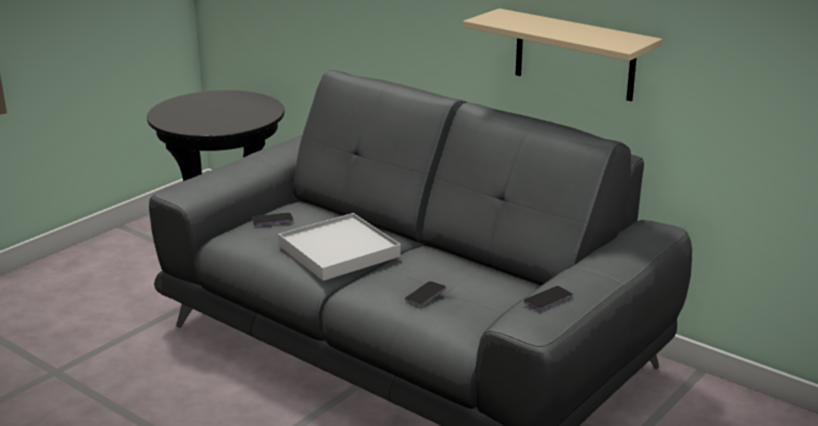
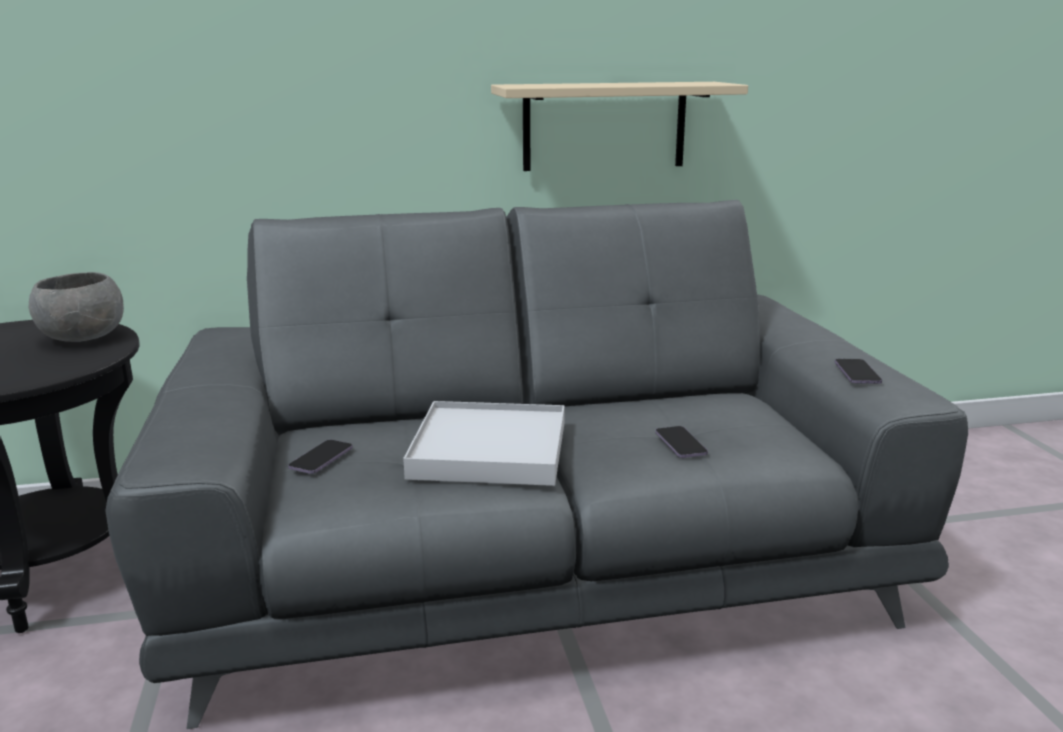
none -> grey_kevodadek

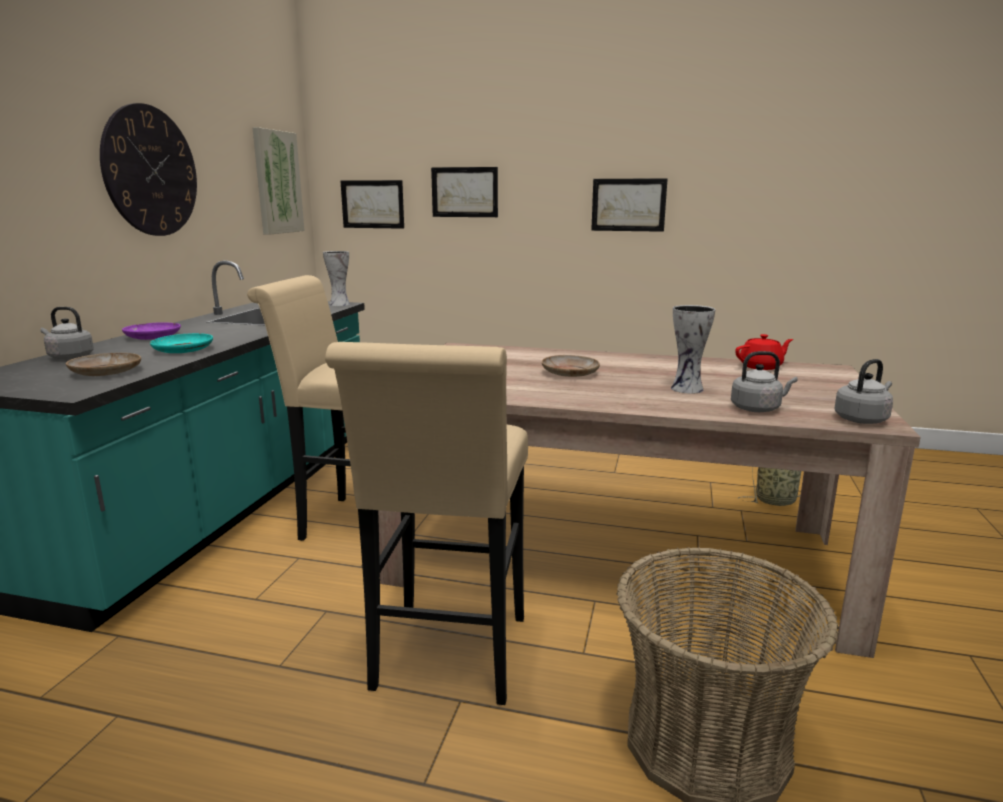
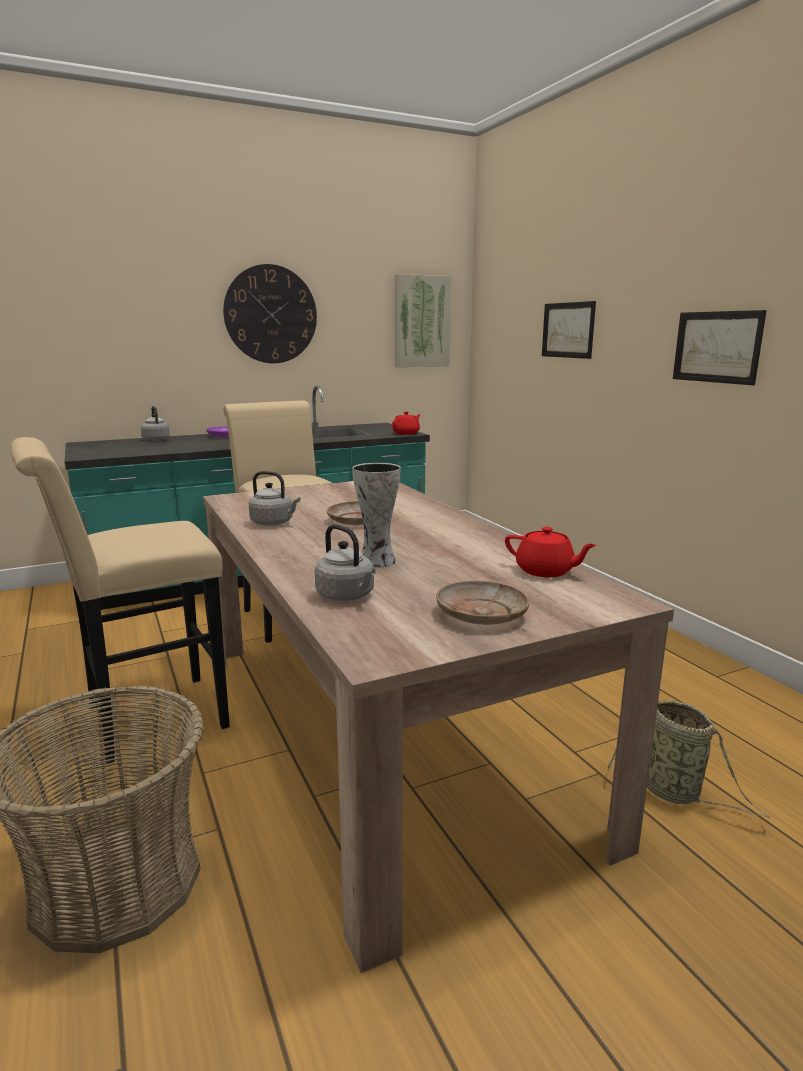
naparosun (2nd from left) -> none
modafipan (1st from left) -> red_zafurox (1st from left)
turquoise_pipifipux -> none
beige_pipifipux (1st from left in the first image) -> beige_pipifipux (2nd from left), moved
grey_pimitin (3rd from left in the first image) -> grey_pimitin (2nd from left), moved

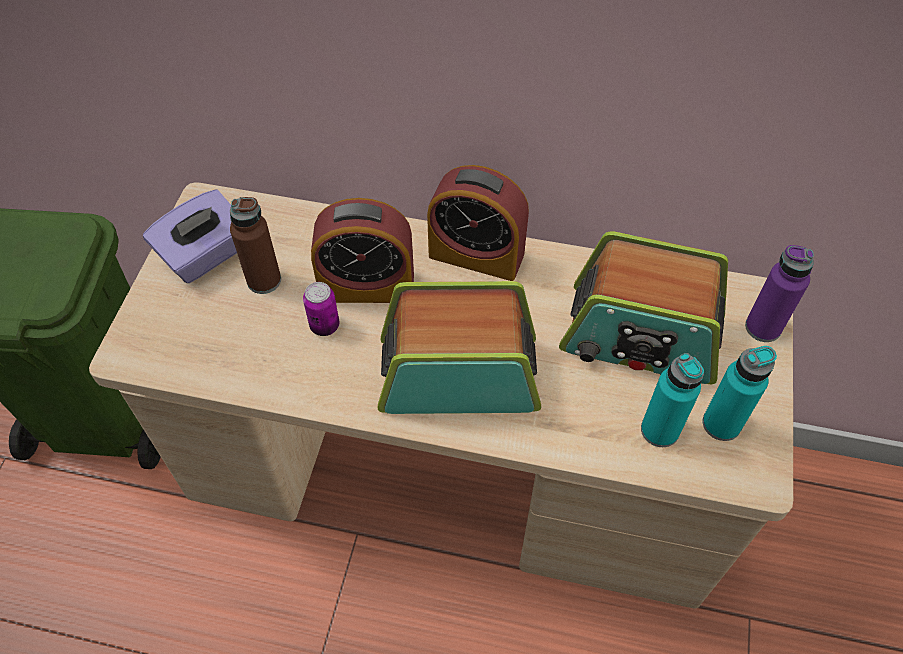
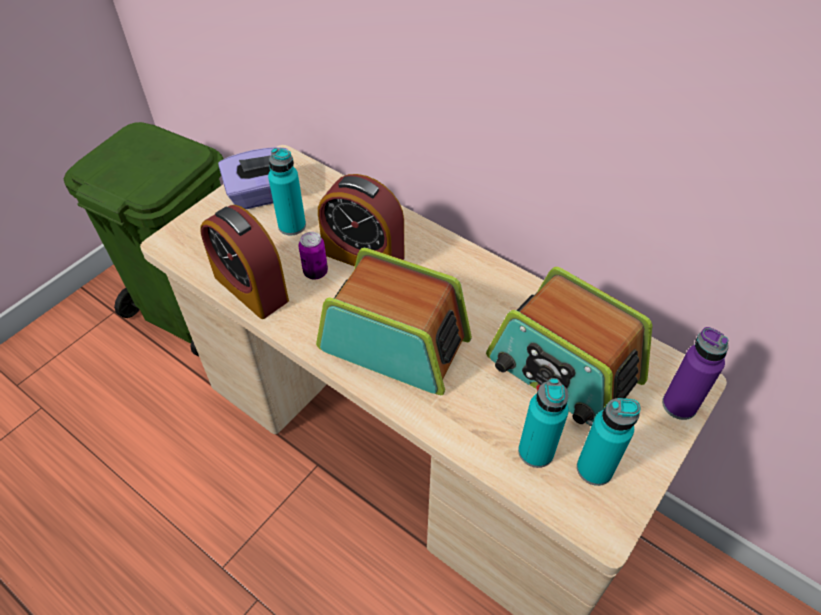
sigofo (2nd from left in the first image) -> sigofo (1st from left), moved
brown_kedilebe -> turquoise_kedilebe (1st from left)

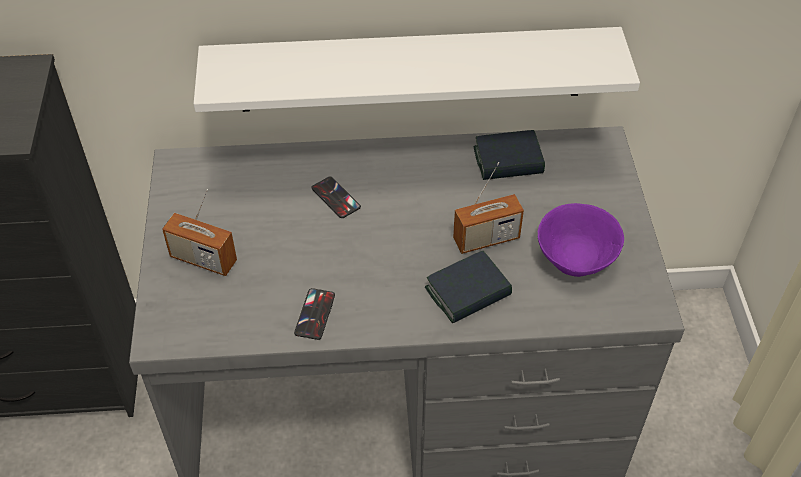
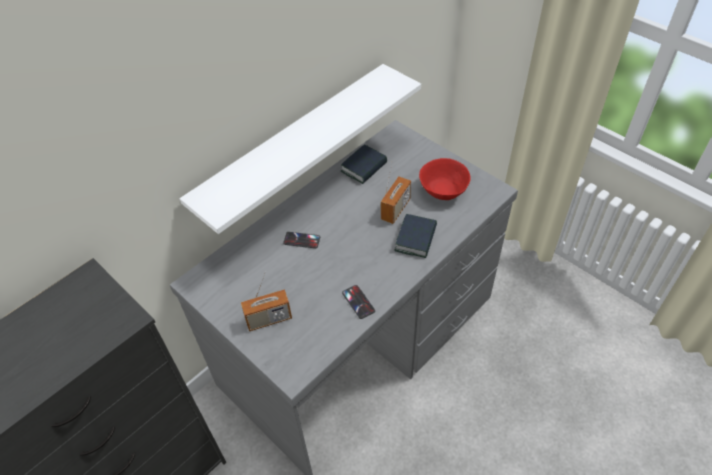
purple_kevodadek -> red_kevodadek

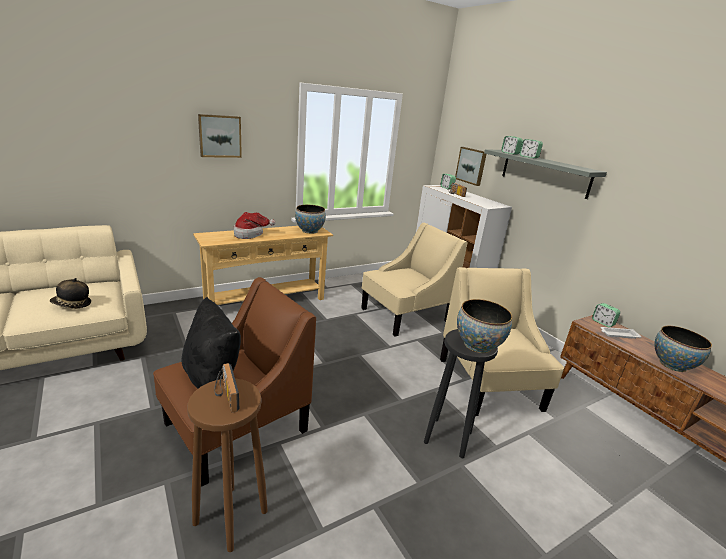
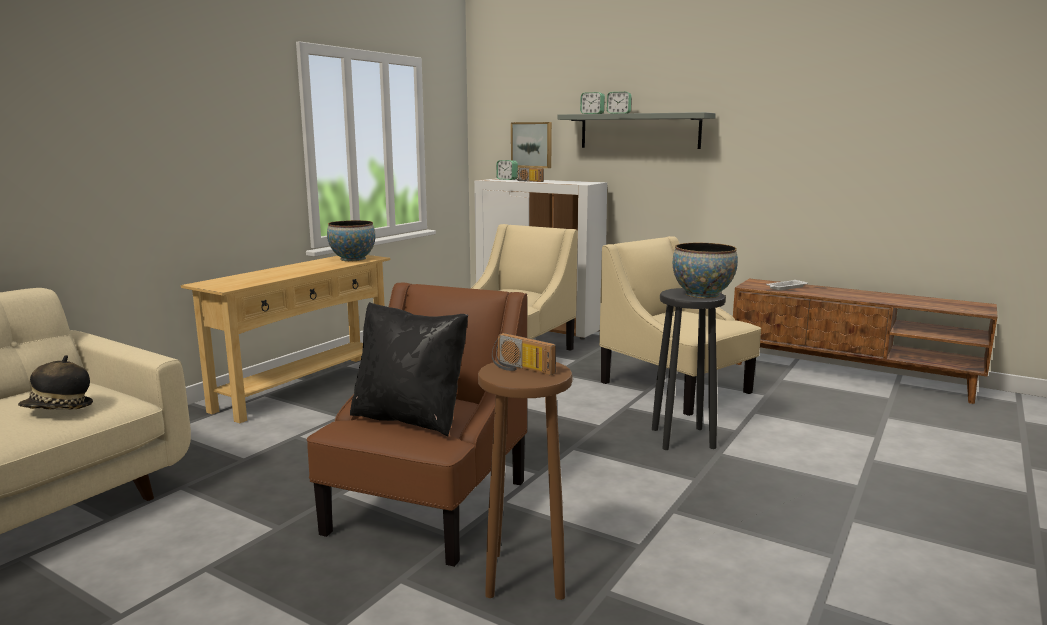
naparosun (1st from left) -> none
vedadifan (2nd from left) -> none
sigofo (4th from left) -> none
kevodadek (3rd from left) -> none

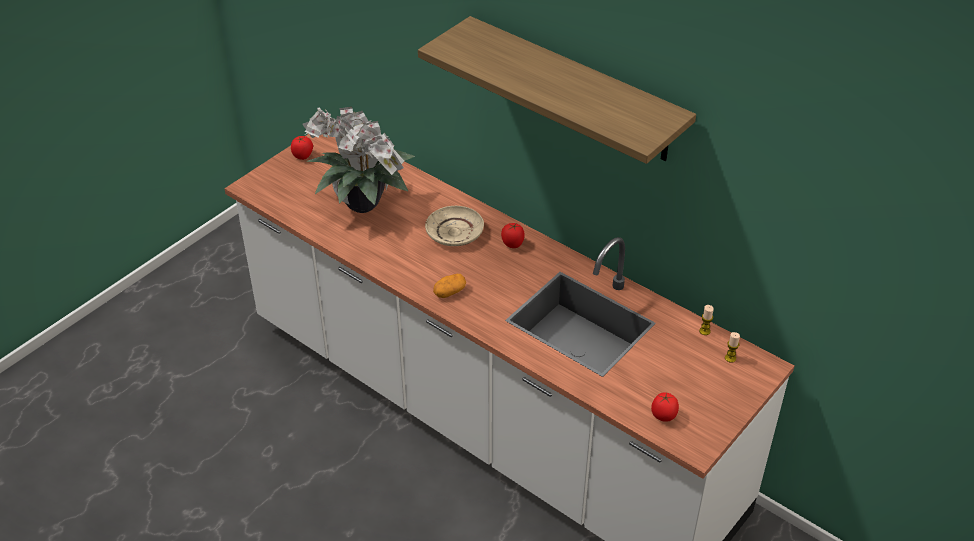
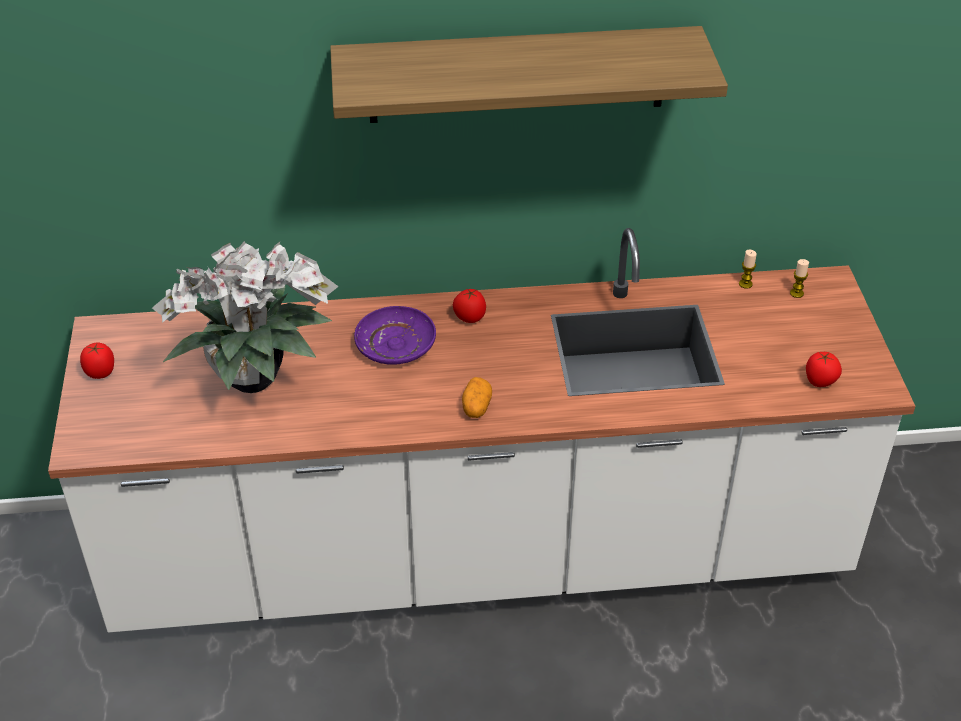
beige_pipifipux -> purple_pipifipux

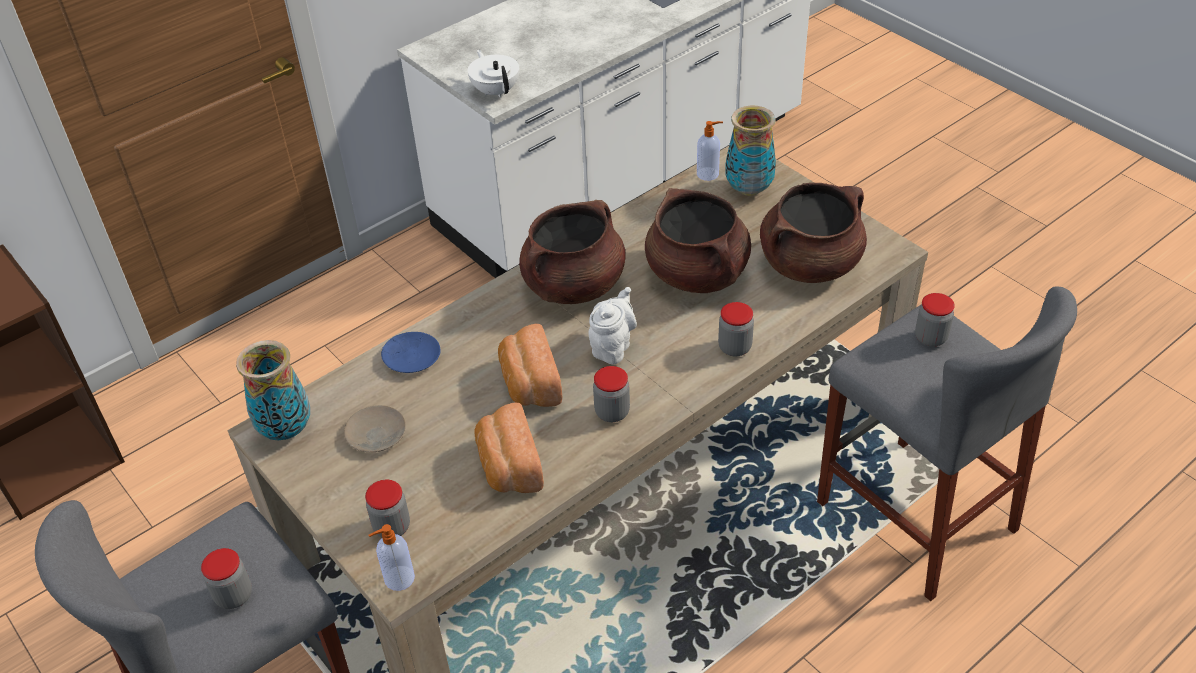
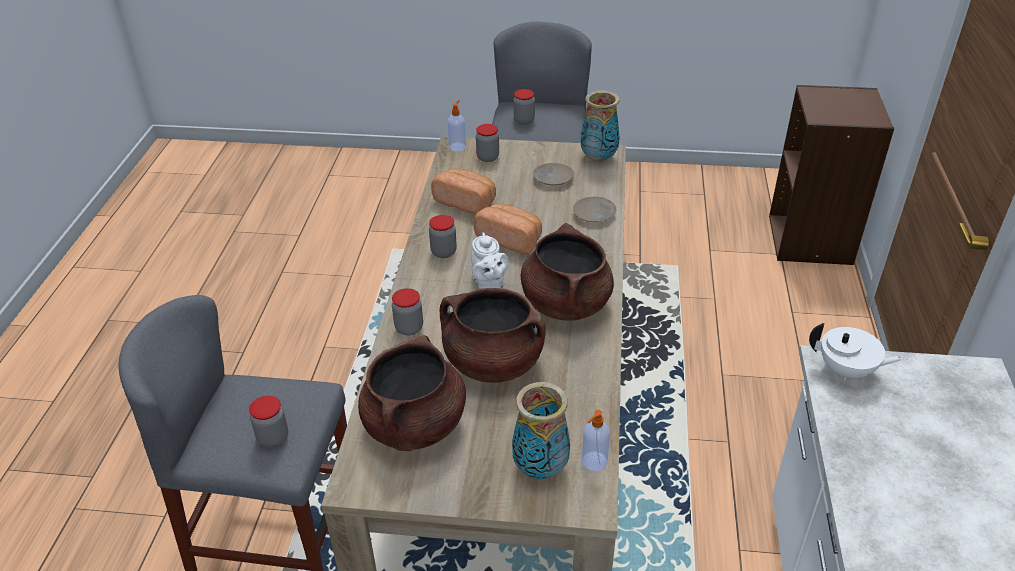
blue_pipifipux -> beige_pipifipux (2nd from left)

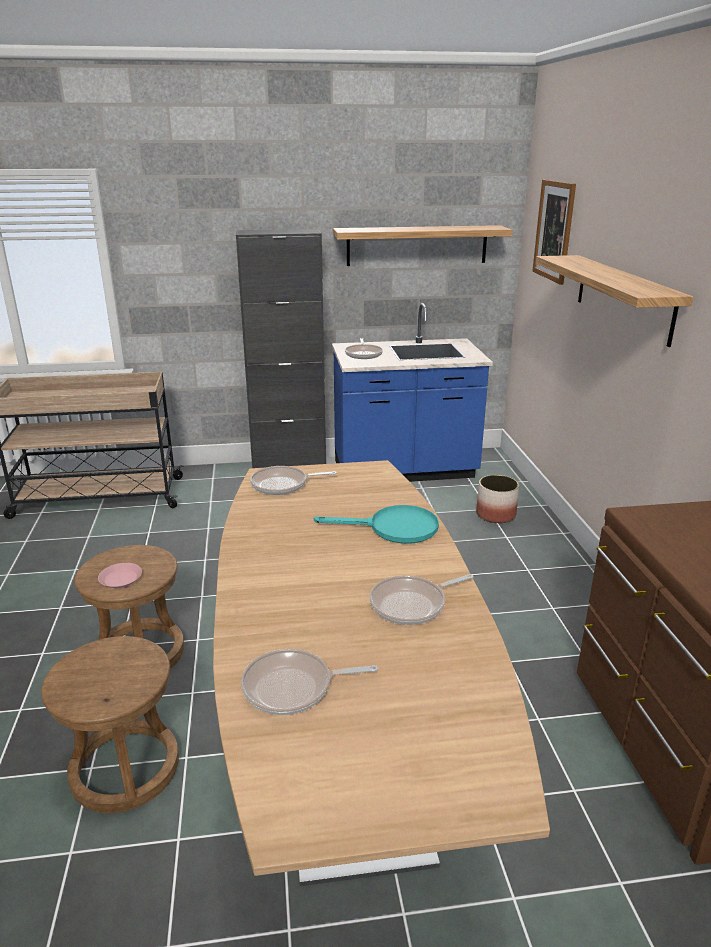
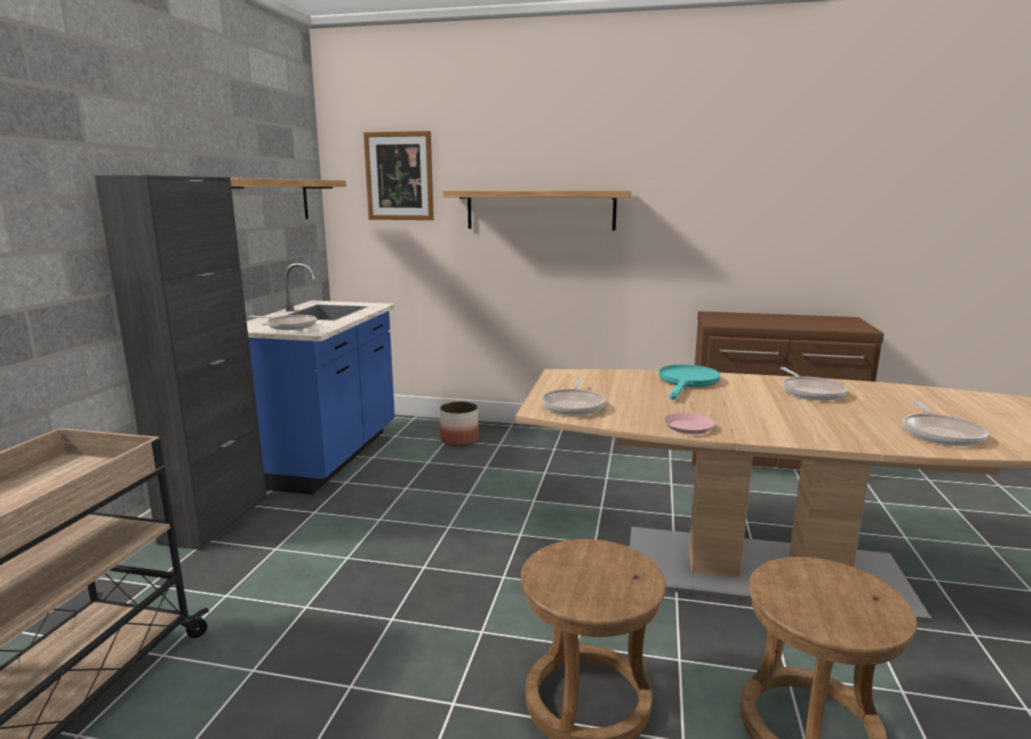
pink_pipifipux, moved

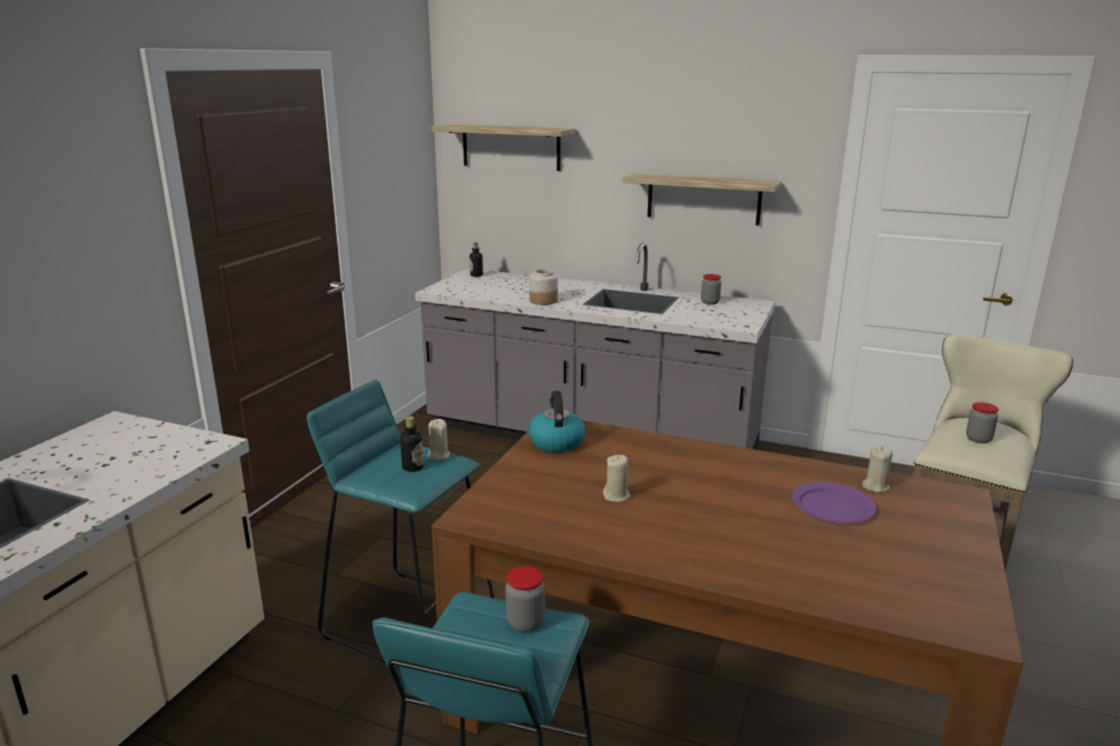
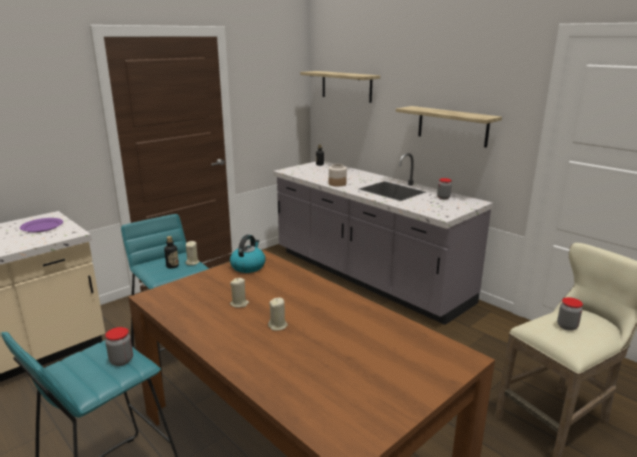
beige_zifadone (3rd from left), moved
purple_pipifipux, moved

